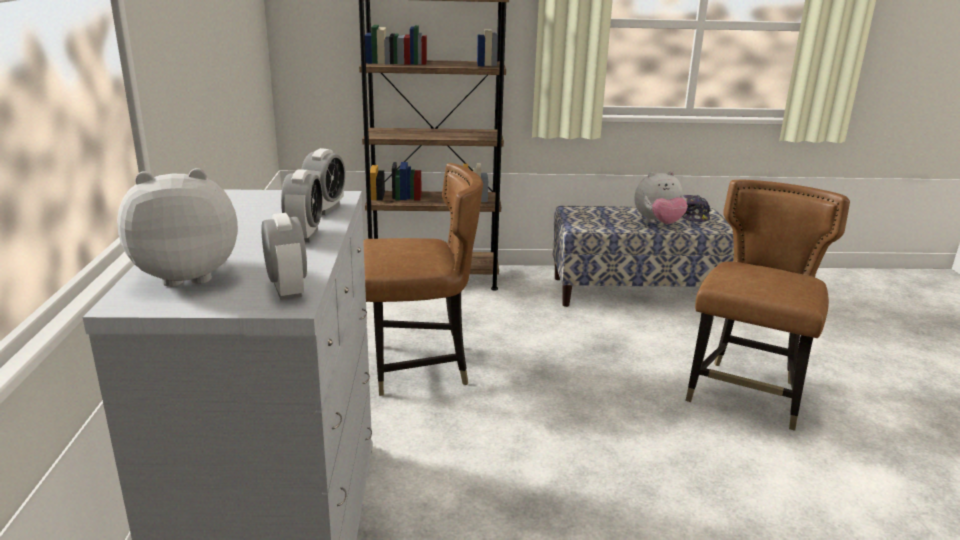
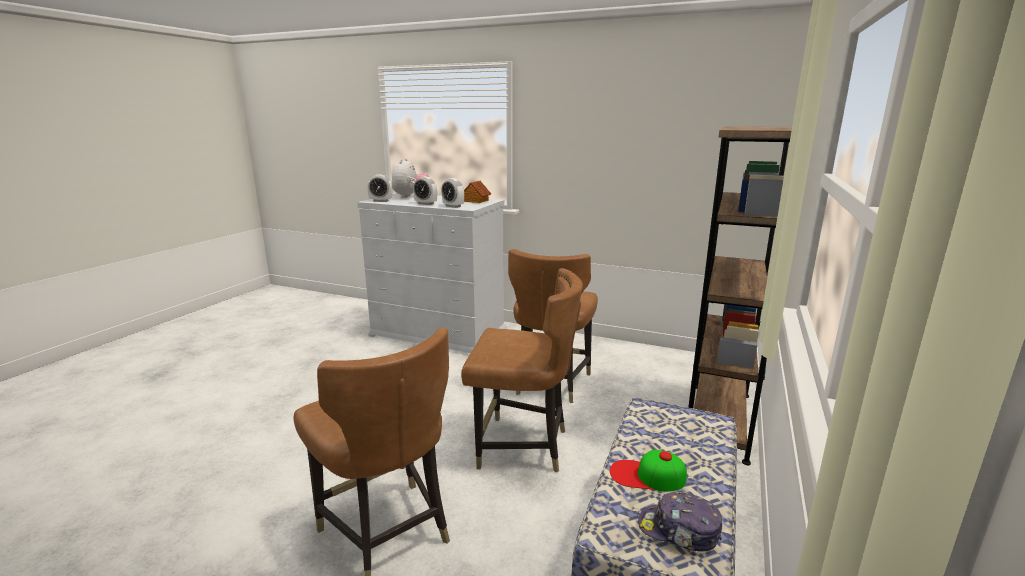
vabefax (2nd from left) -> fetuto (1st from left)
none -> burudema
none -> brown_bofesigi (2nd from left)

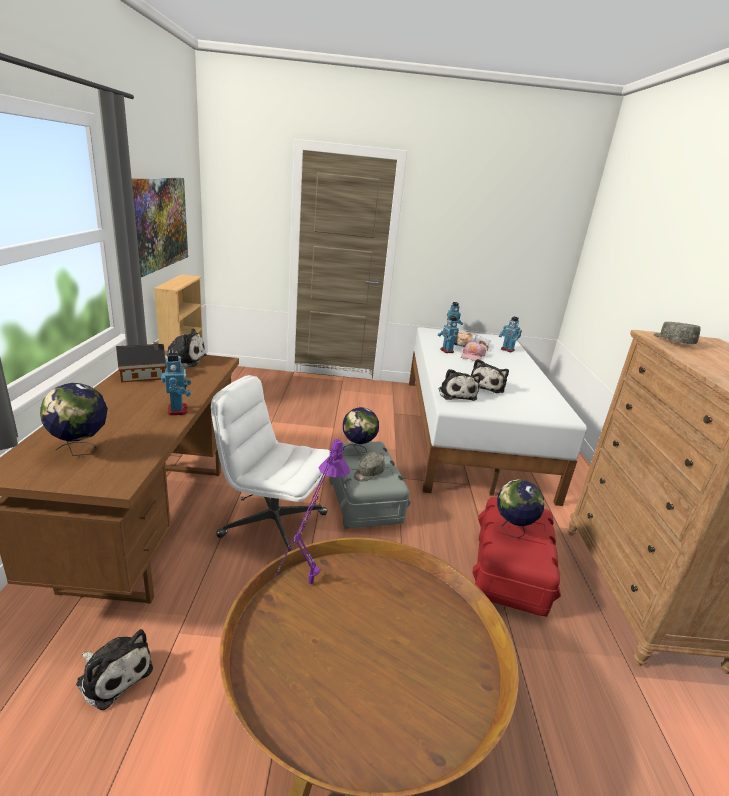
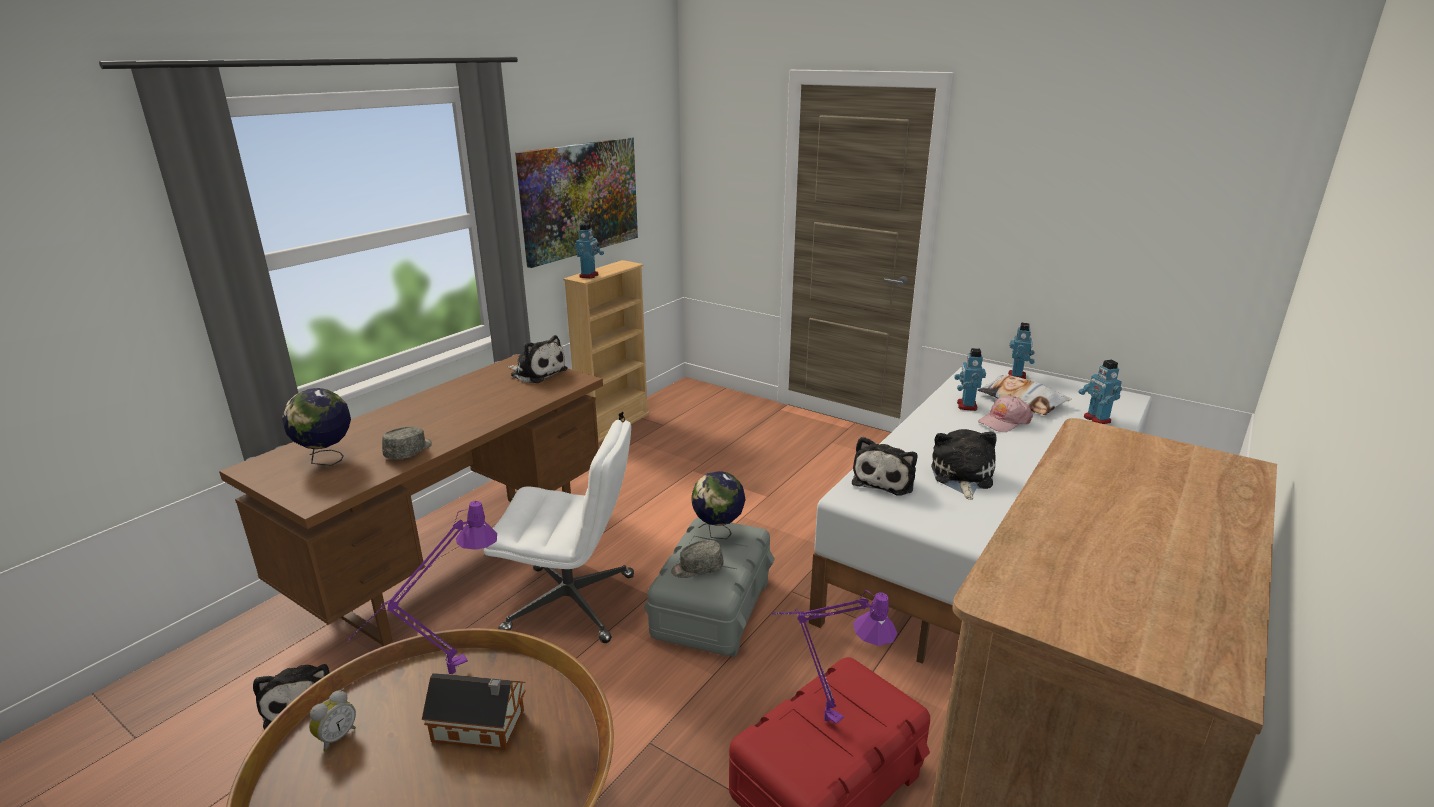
grey_fetuto (2nd from left in the first image) -> grey_fetuto (1st from left), moved
burudema, moved
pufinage (1st from left), moved
vabefax (4th from left), 135 degrees clockwise
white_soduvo, 135 degrees clockwise
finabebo (3rd from left) -> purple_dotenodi (2nd from left)
none -> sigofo

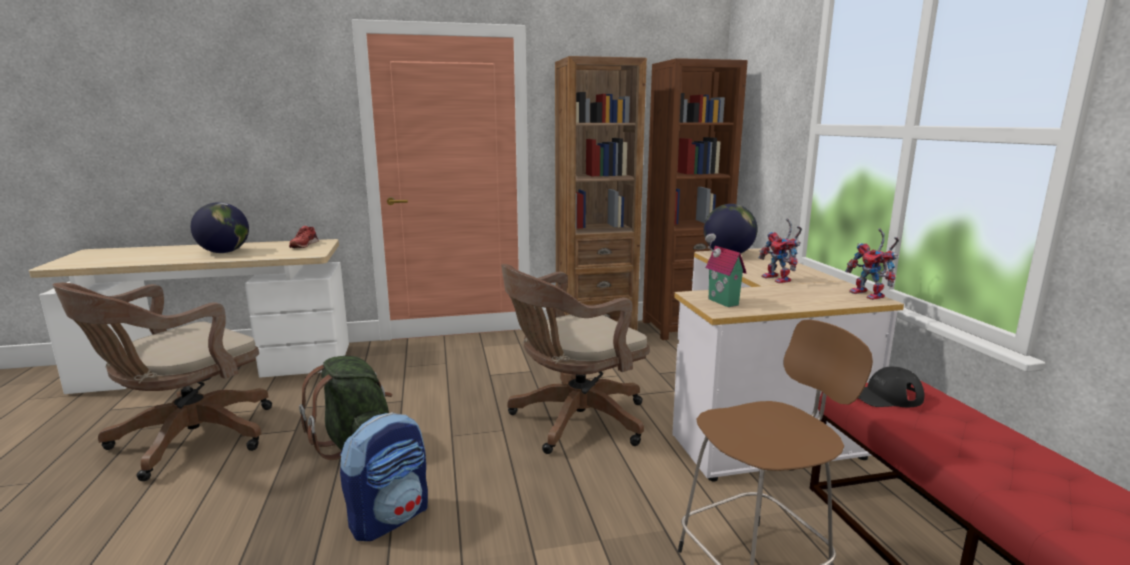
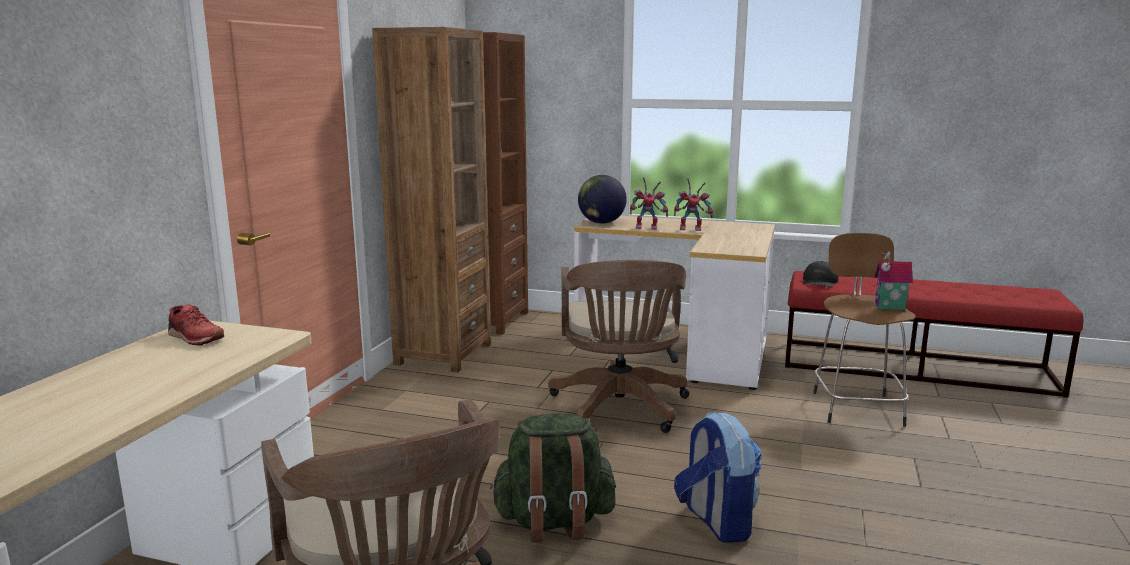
finabebo (1st from left) -> none
pufinage (2nd from left in the first image) -> pufinage (1st from left), moved
burudema, moved

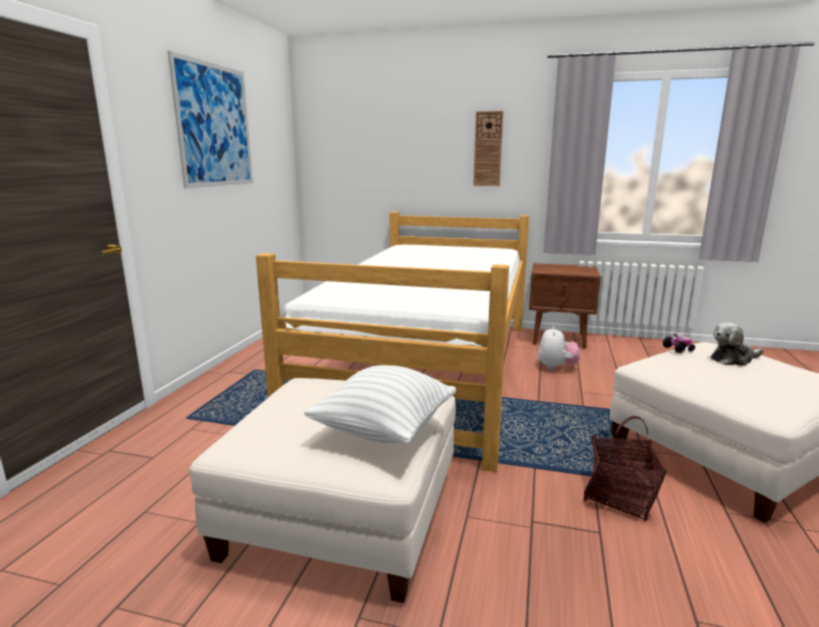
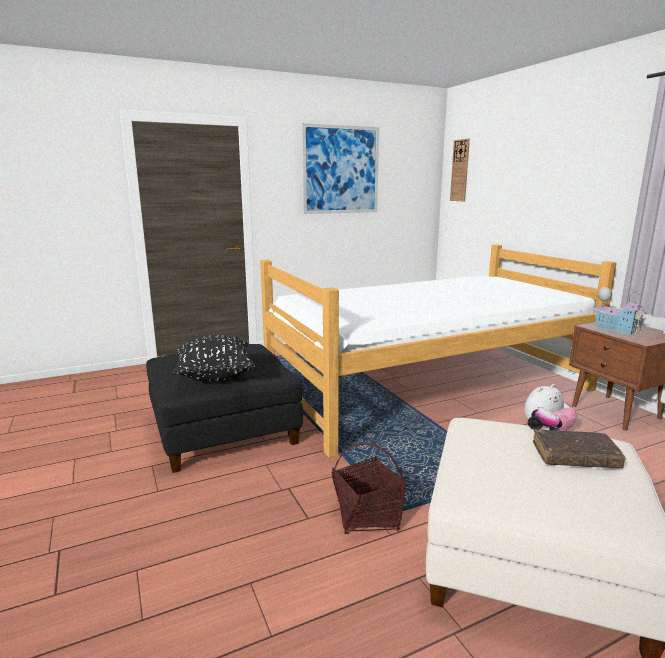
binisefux, moved
vabefax (2nd from left) -> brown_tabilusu
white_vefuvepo -> black_vefuvepo
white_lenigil (1st from left) -> black_lenigil
none -> burudema

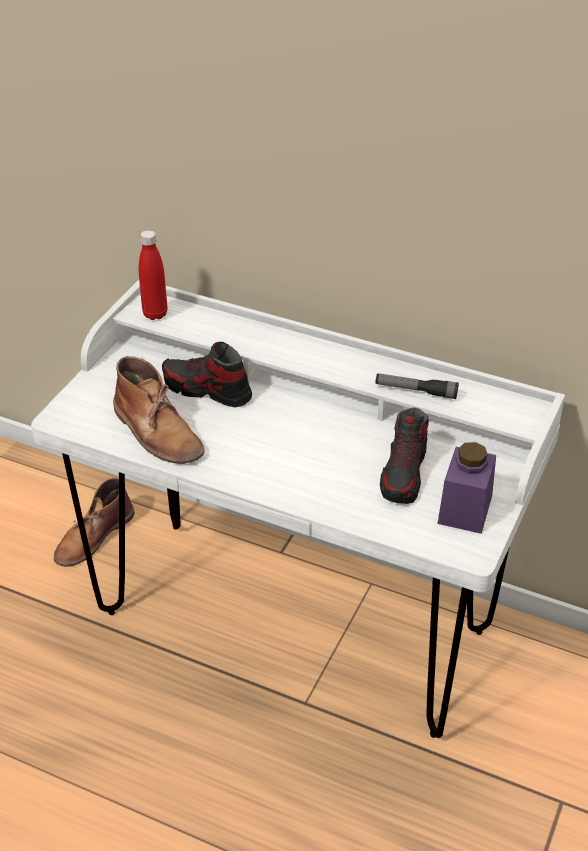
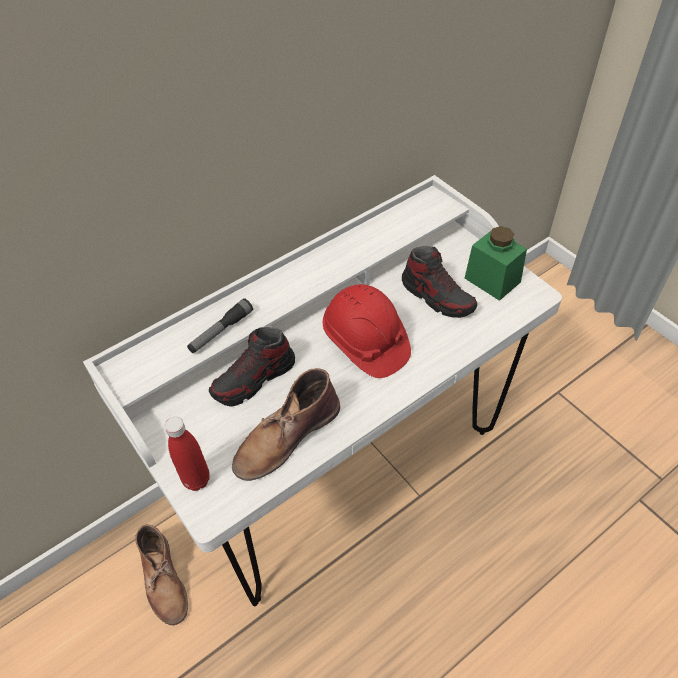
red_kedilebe, moved
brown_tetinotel (2nd from left), 150 degrees clockwise
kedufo, moved
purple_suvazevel -> green_suvazevel
none -> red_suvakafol

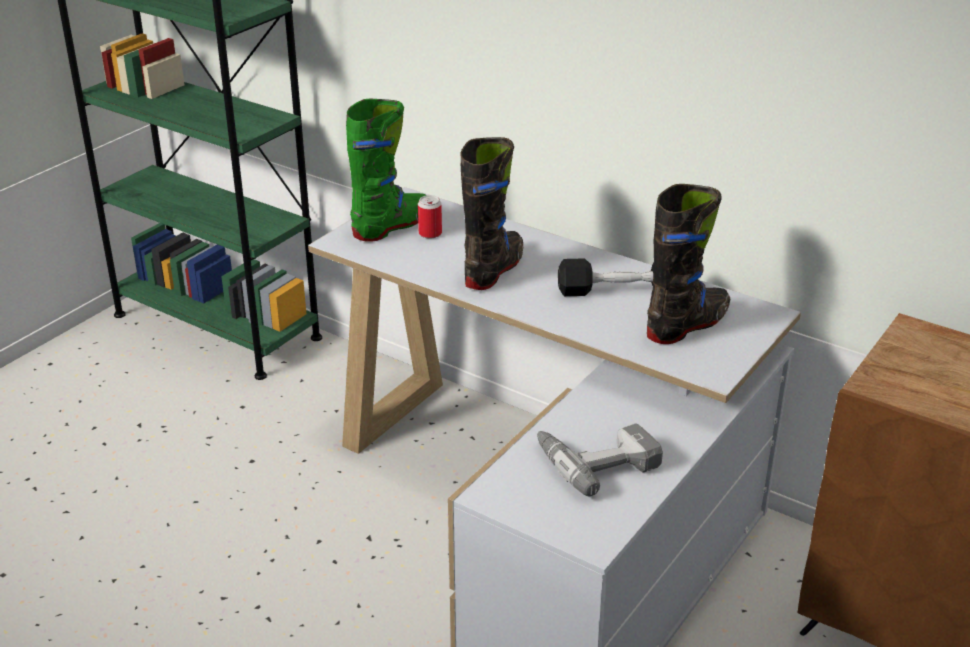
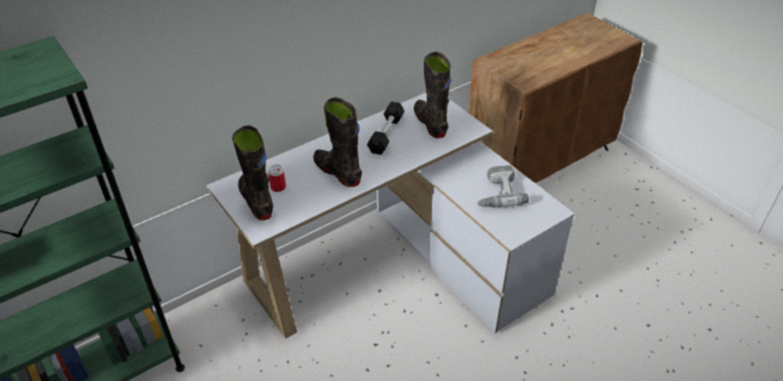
green_tetinotel -> black_tetinotel (1st from left)

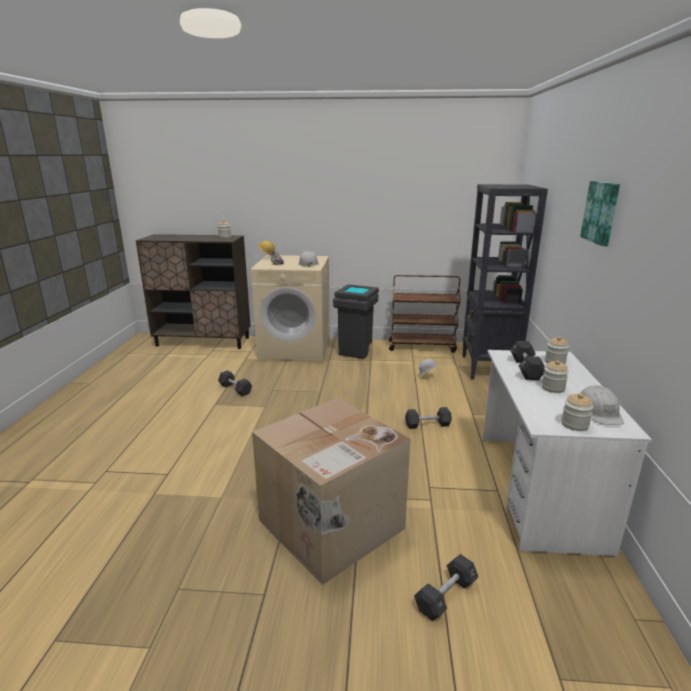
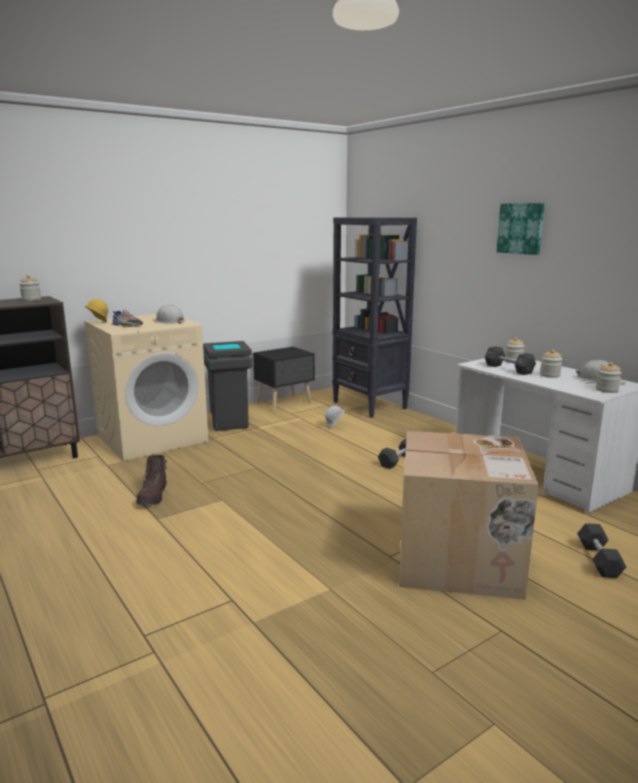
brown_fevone -> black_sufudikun
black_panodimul (1st from left) -> brown_tetinotel

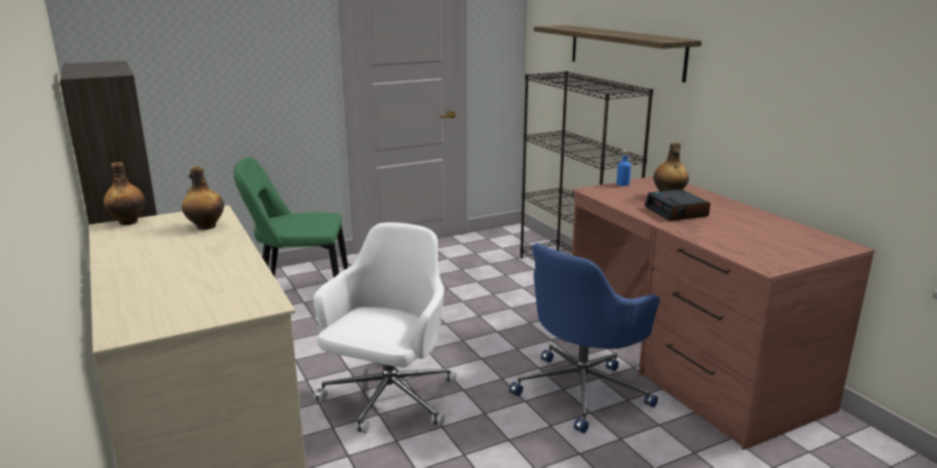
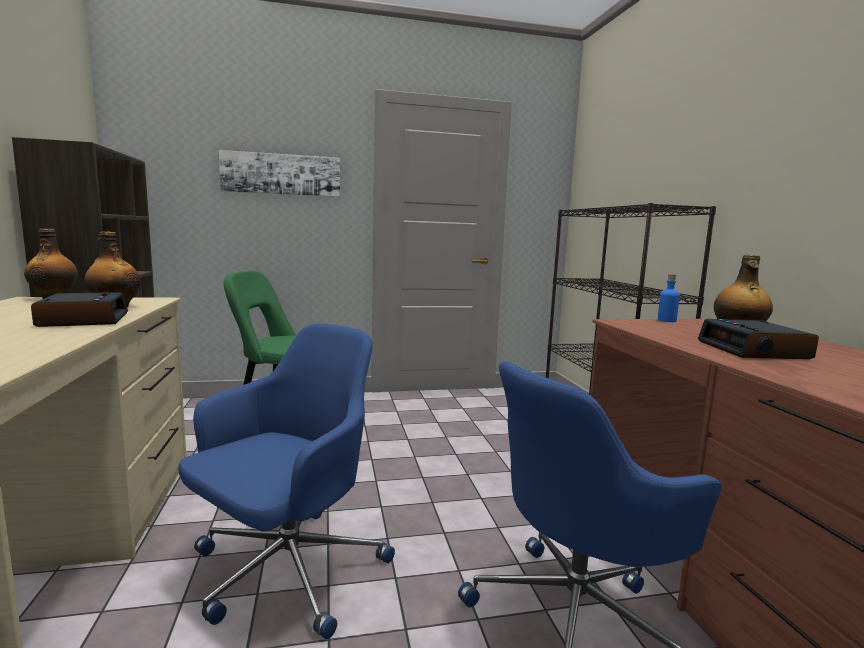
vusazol -> none
white_soduvo -> blue_soduvo (1st from left)
none -> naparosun
none -> sigofo (1st from left)

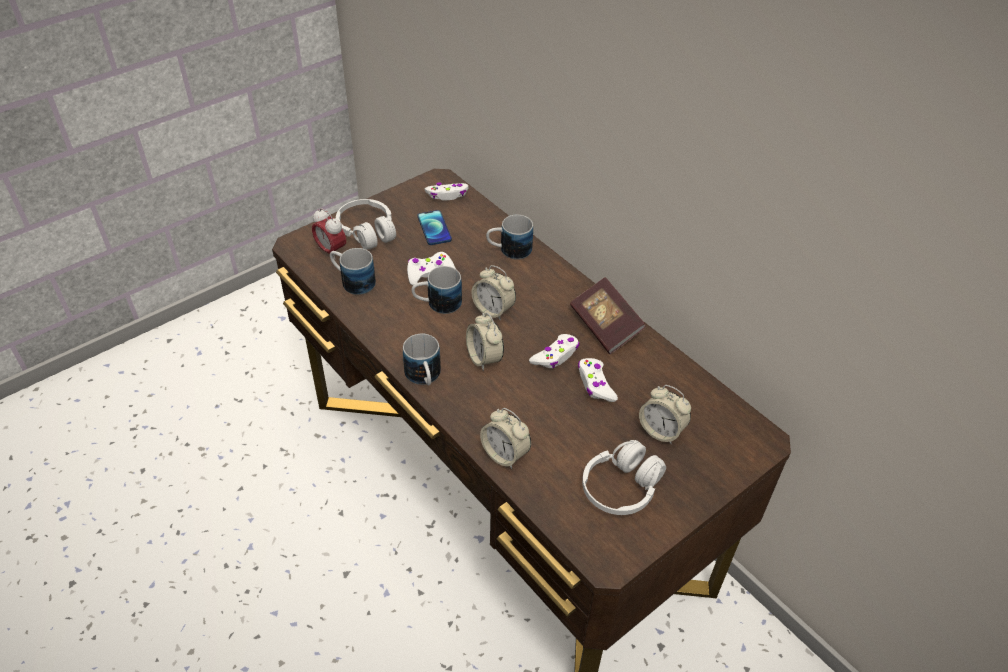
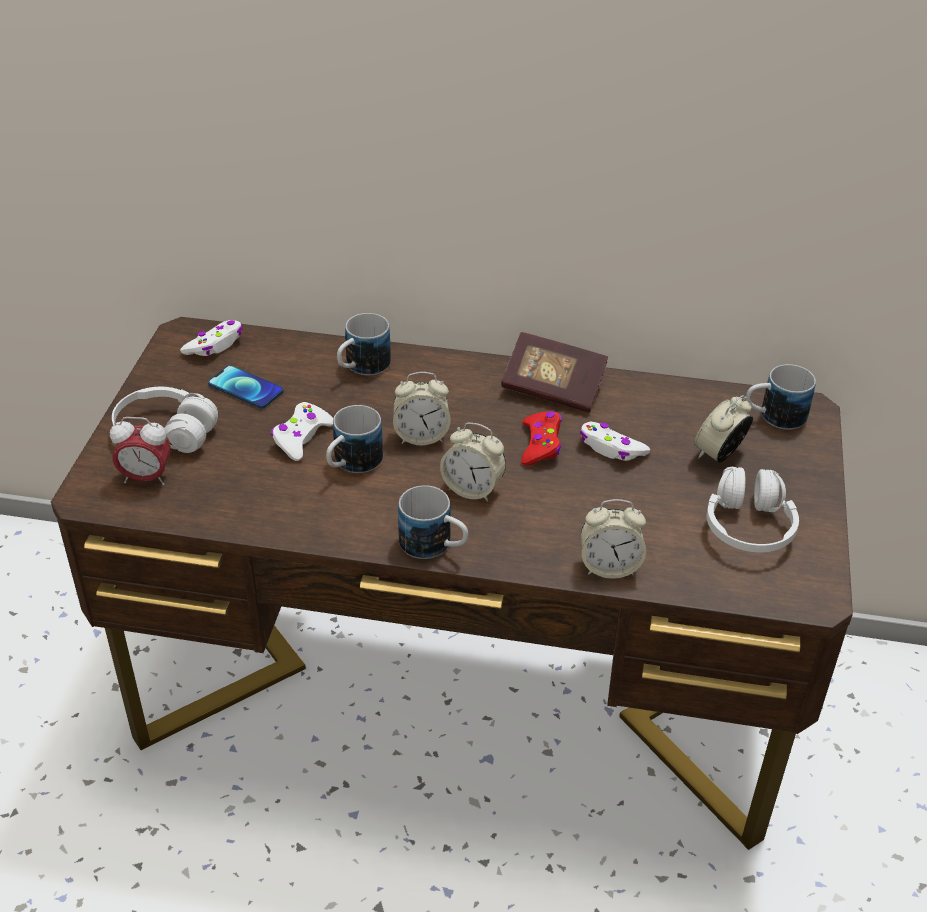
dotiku (1st from left in the first image) -> dotiku (4th from left), moved
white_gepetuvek (3rd from left) -> red_gepetuvek
sigofo (5th from left), 135 degrees clockwise

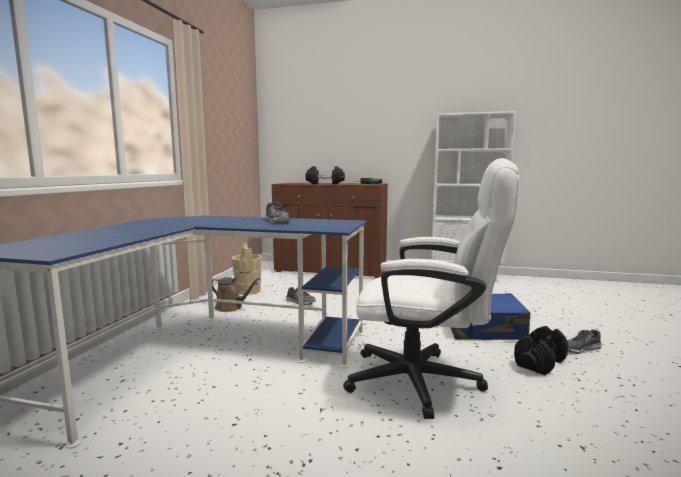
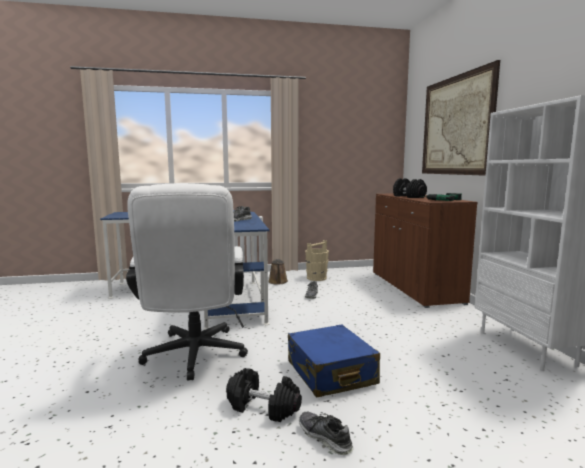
none -> naparosun

